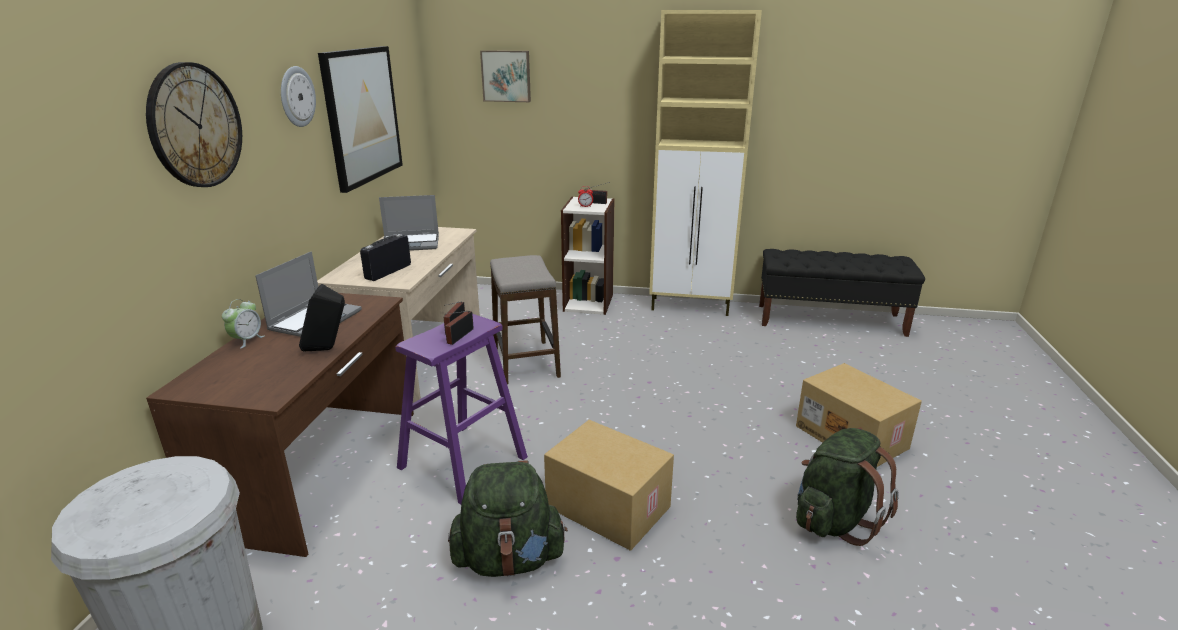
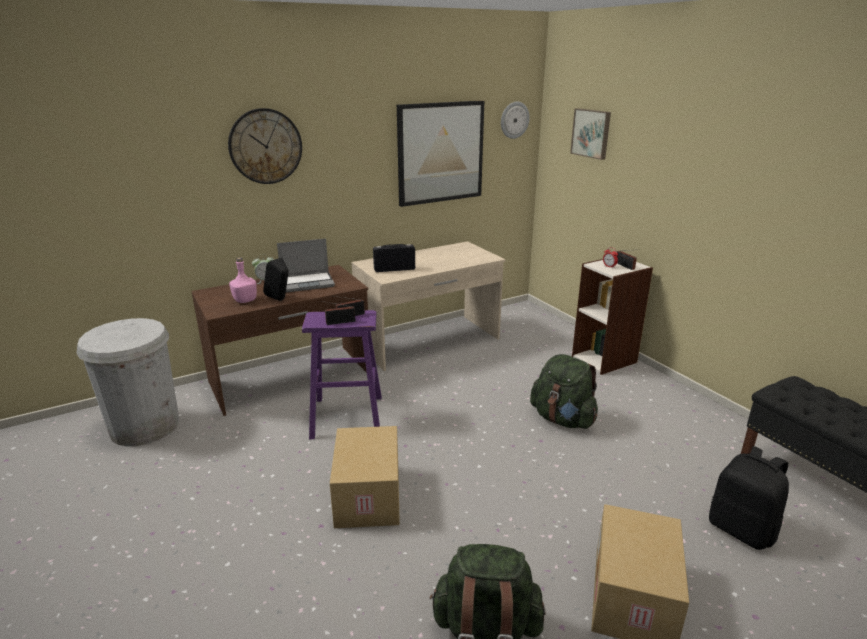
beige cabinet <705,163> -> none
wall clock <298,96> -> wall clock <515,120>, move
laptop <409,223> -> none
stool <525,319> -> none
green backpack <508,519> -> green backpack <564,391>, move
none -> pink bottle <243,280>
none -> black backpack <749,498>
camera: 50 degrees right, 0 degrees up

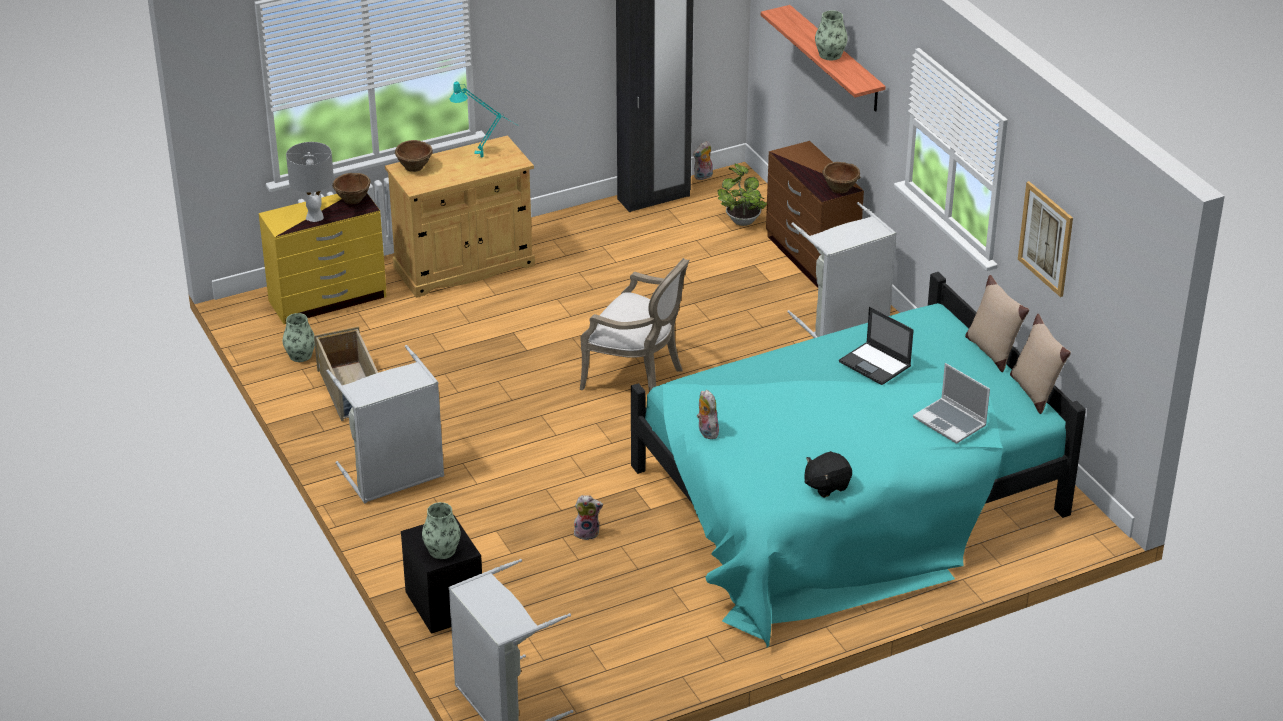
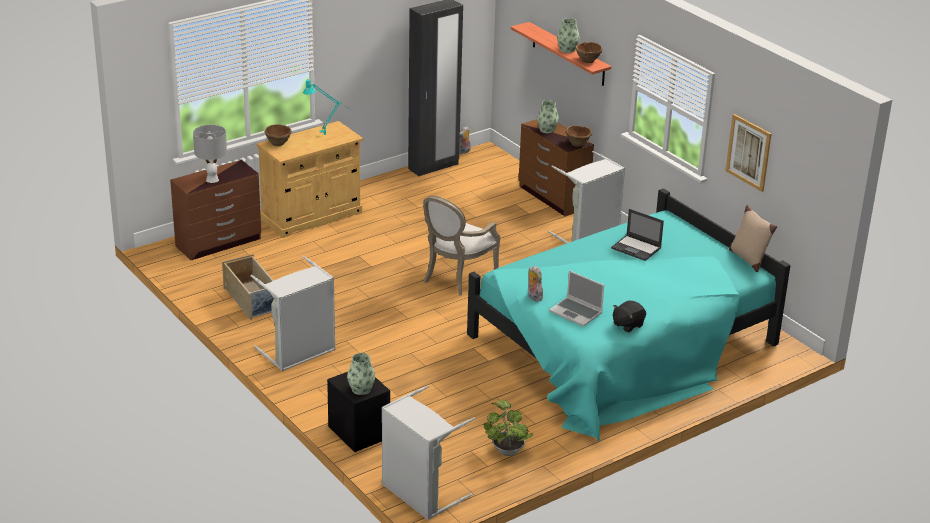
potted plant <742,194> -> potted plant <508,427>, move
brown bowl <351,188> -> brown bowl <589,52>, move
yellow dresser <322,259> -> brown dresser <215,210>
armchair <634,325> -> armchair <461,246>, 105 degrees clockwise
beige pillow <997,323> -> none
vase <298,337> -> vase <548,116>, move
laptop <951,403> -> laptop <576,298>, move
plush toy <588,517> -> none
camera: 10 degrees left, 5 degrees down

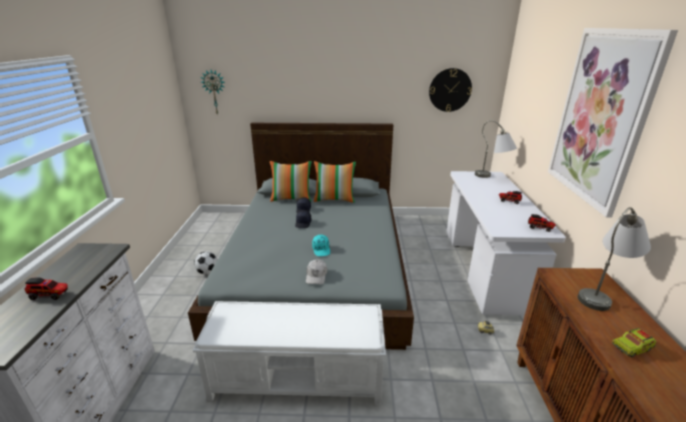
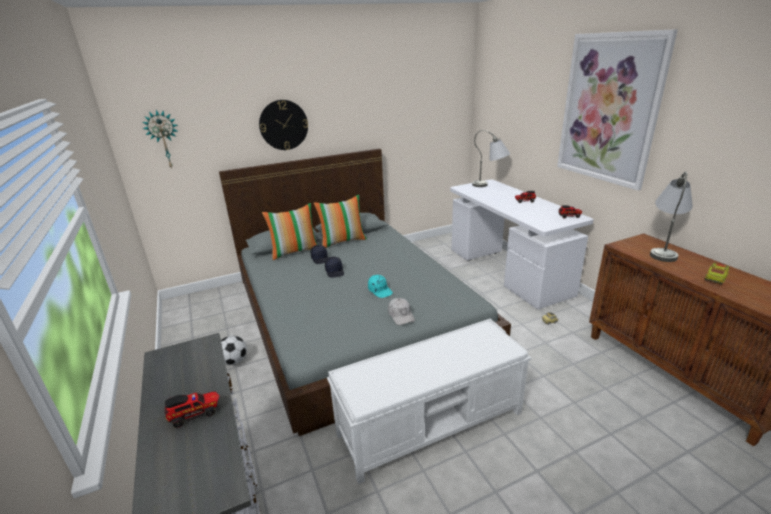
wall clock <450,90> -> wall clock <283,125>, move
camera: 25 degrees left, 0 degrees up

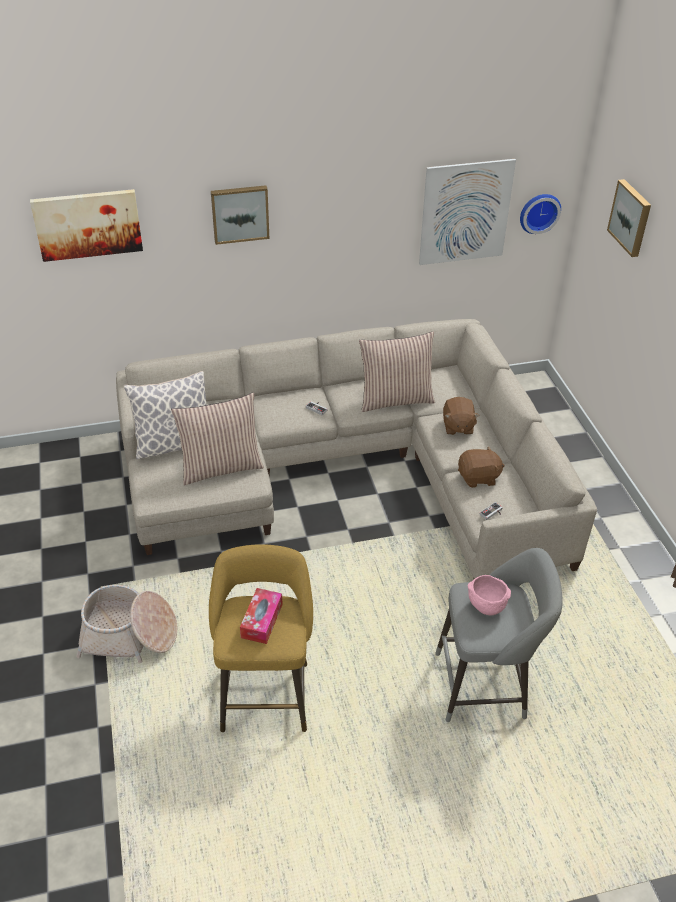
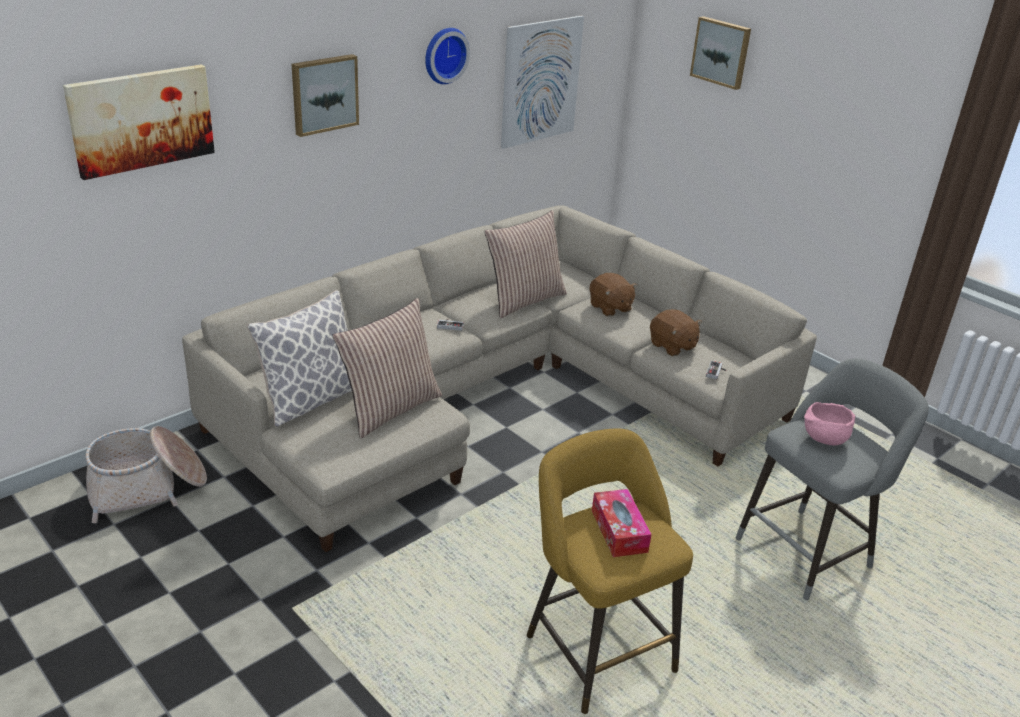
wall clock <540,214> -> wall clock <447,56>, move
brown plush toy <481,467> -> brown plush toy <676,332>, 90 degrees clockwise
basket <126,624> -> basket <146,474>, move
camera: 30 degrees left, 10 degrees down

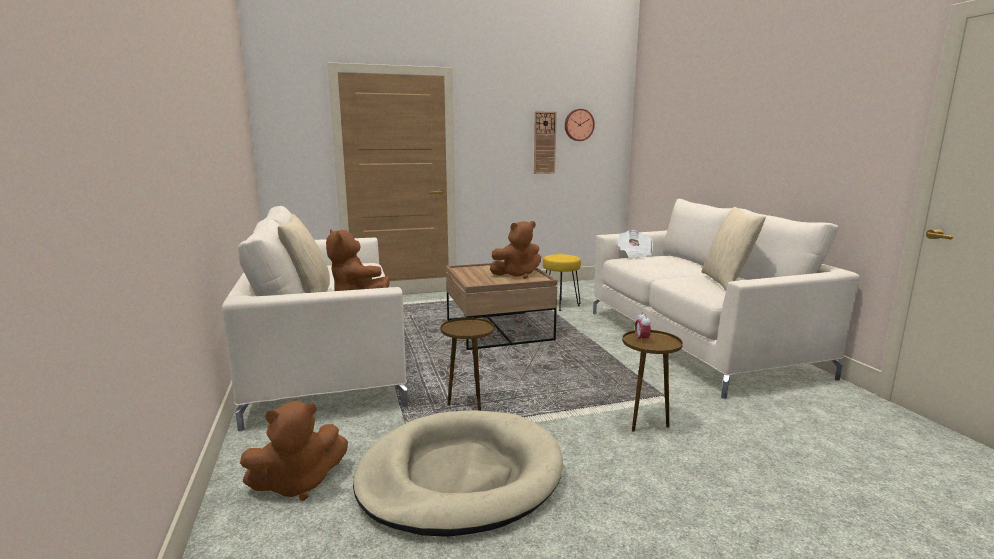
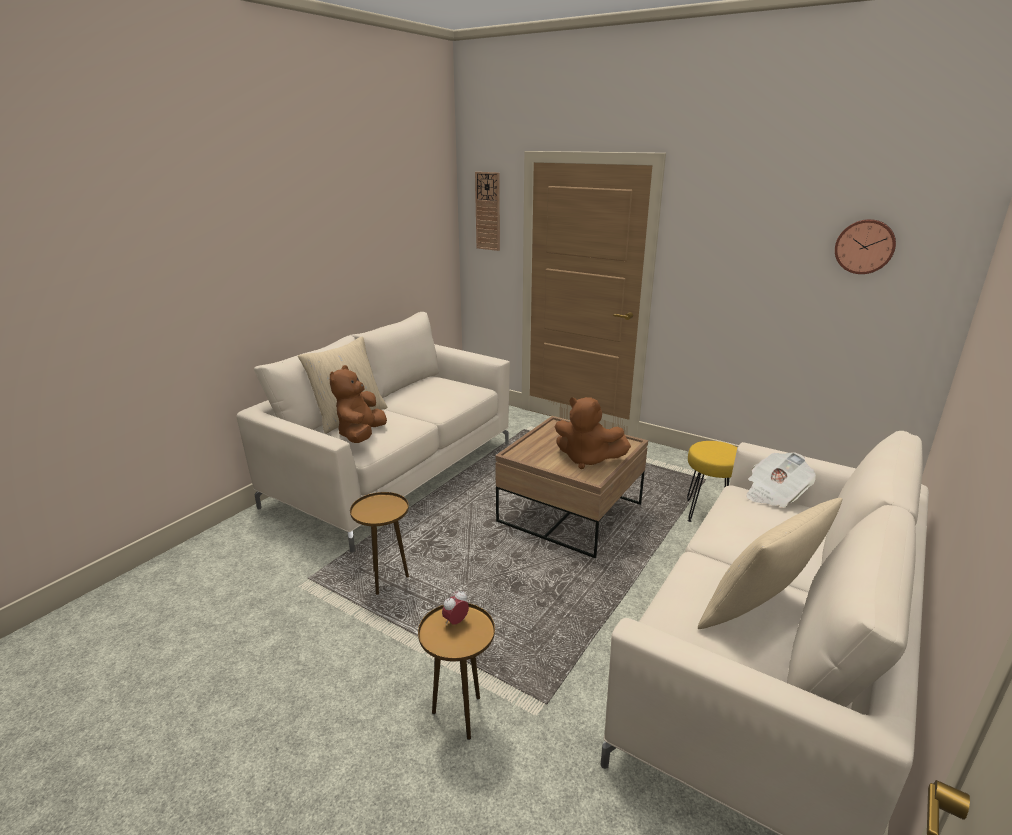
wall clock <545,142> -> wall clock <487,211>, move
brown plush toy <294,451> -> none
beige dog bed <458,473> -> none
camera: 50 degrees right, 10 degrees up

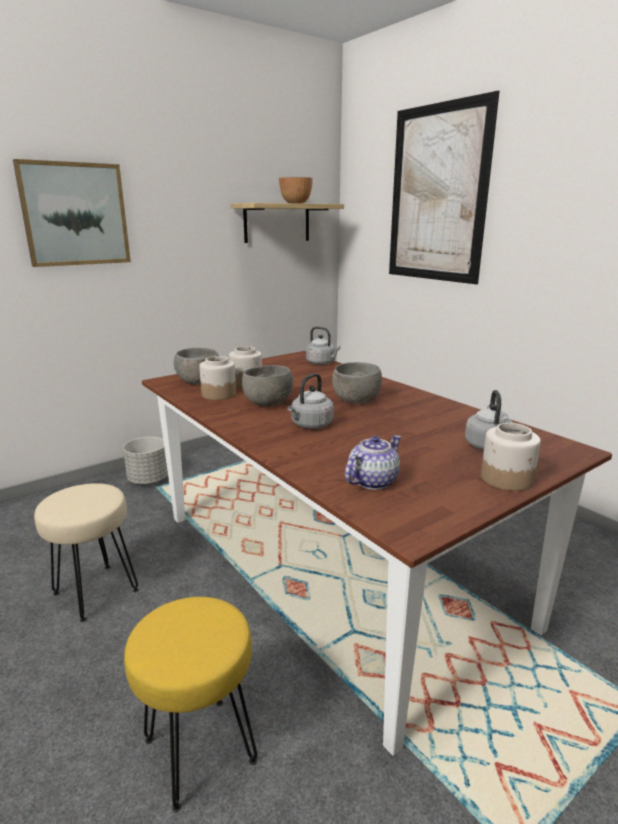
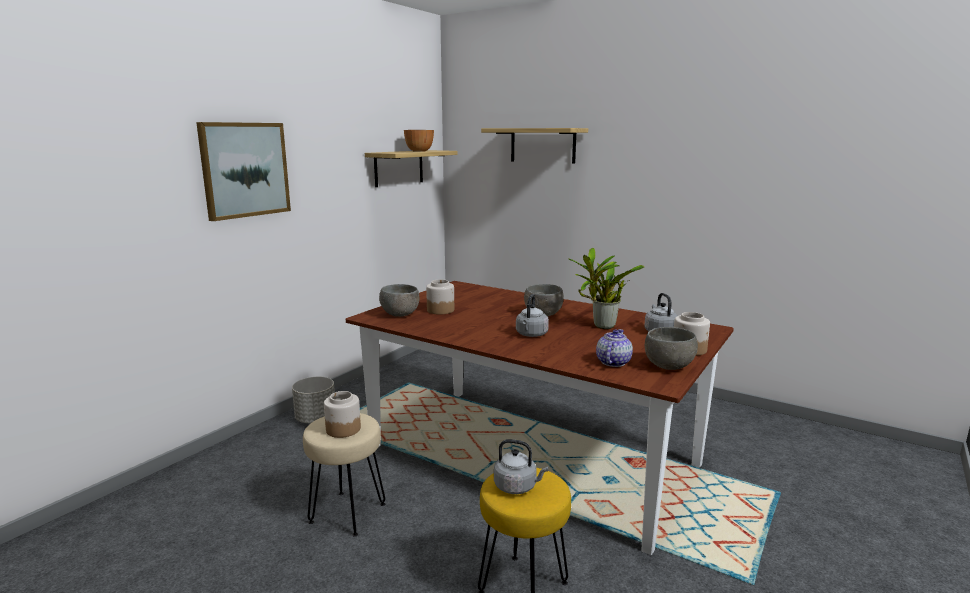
picture <444,187> -> shelf <534,146>
grey kettle <323,345> -> grey kettle <521,466>, move
jar <217,378> -> jar <342,414>, move
grey bowl <267,386> -> grey bowl <671,348>, move
none -> potted plant <606,288>
camera: 20 degrees left, 5 degrees down

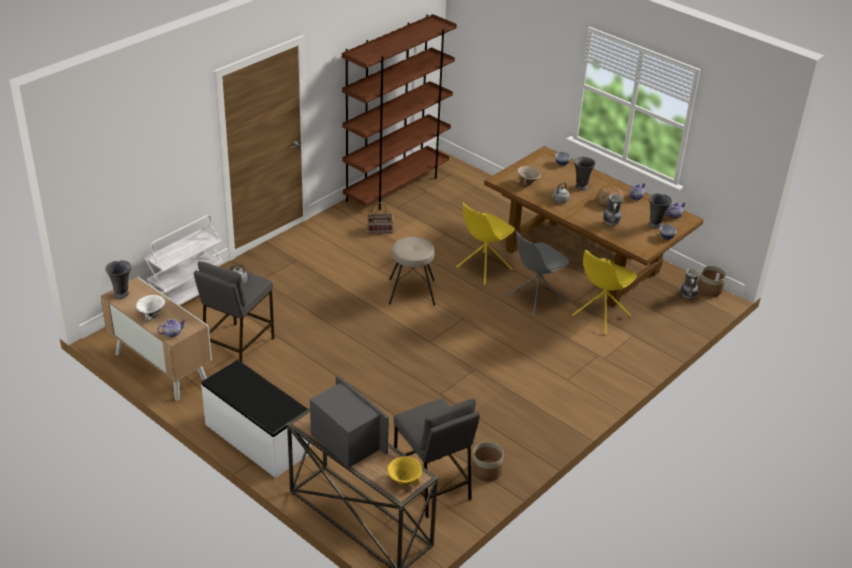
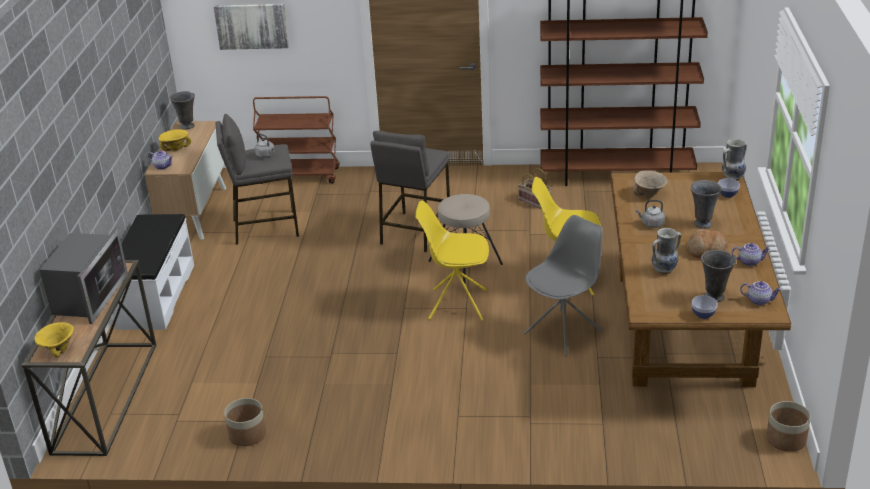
white cart <183,260> -> brown cart <296,140>
grey chair <538,273> -> grey chair <563,286>, 120 degrees clockwise
yellow chair <604,292> -> yellow chair <452,261>, move
vase <690,284> -> vase <734,160>, move
white bowl <150,308> -> yellow bowl <174,140>
grey stool <436,458> -> grey stool <410,191>, move
none -> picture <251,27>
camera: 55 degrees right, 5 degrees down

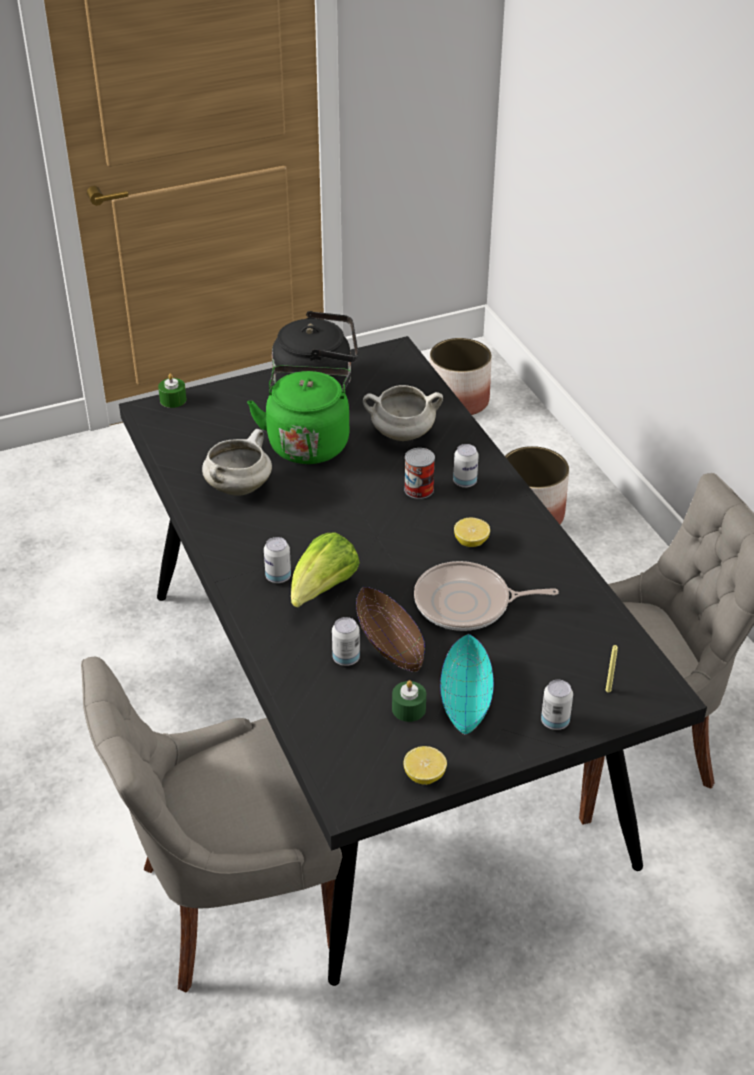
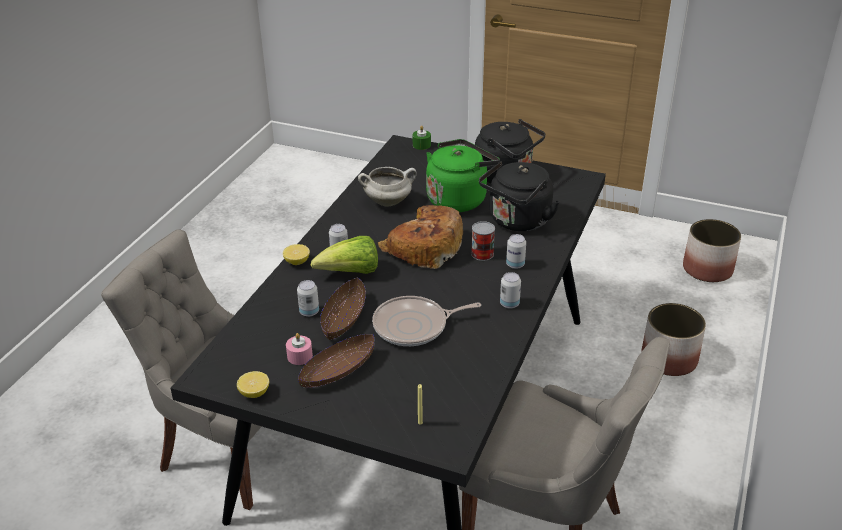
white cooking pot <403,413> -> black kettle <519,196>
lemon <472,532> -> lemon <296,254>, move
frying pan <486,596> -> frying pan <426,321>, 60 degrees counterclockwise
turquoise bowl <467,684> -> brown bowl <336,361>
green candle <409,701> -> pink candle <299,349>
can <557,705> -> can <510,290>, move
none -> bread <420,237>
camera: 45 degrees right, 5 degrees down

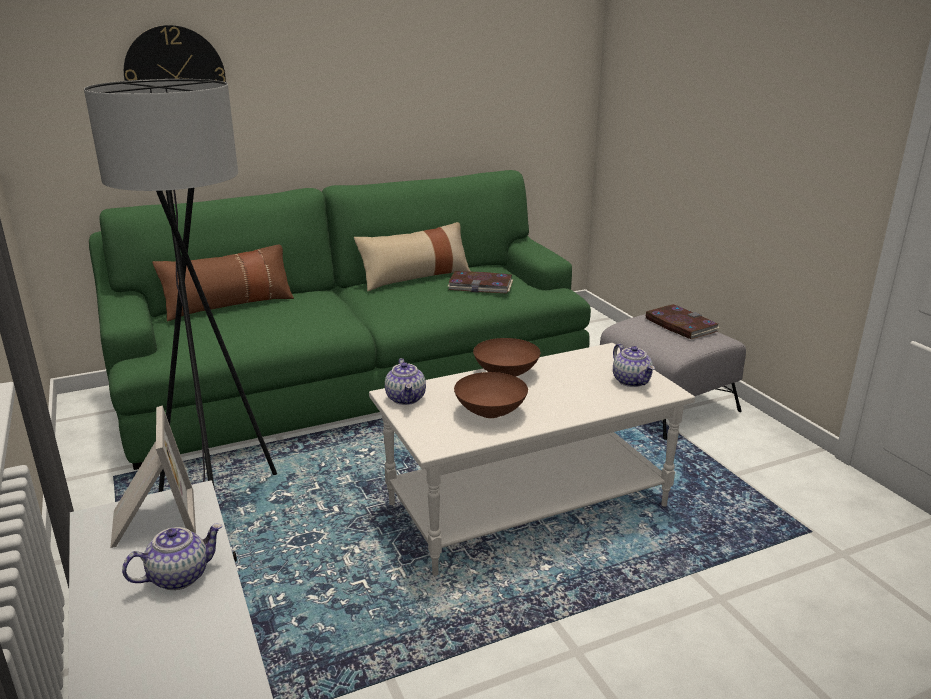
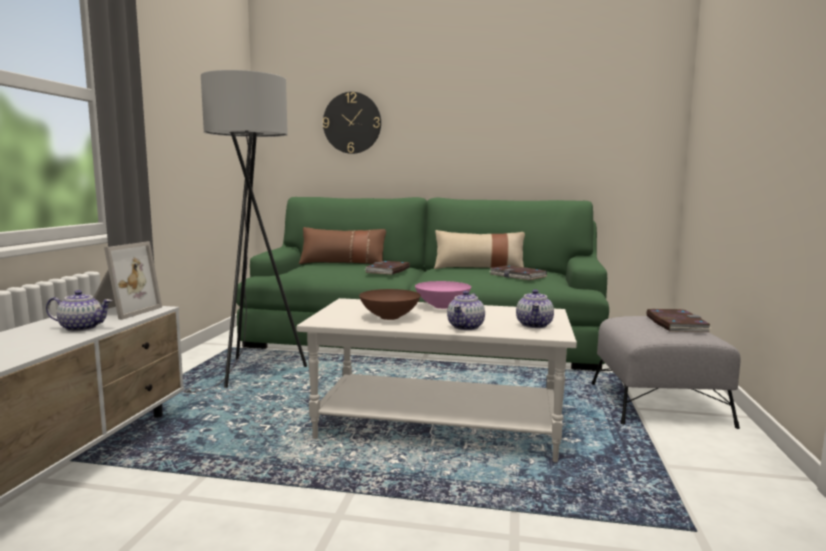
brown bowl <506,357> -> pink bowl <443,295>
teapot <405,381> -> teapot <466,310>, move
none -> book <387,268>
camera: 35 degrees right, 15 degrees down

